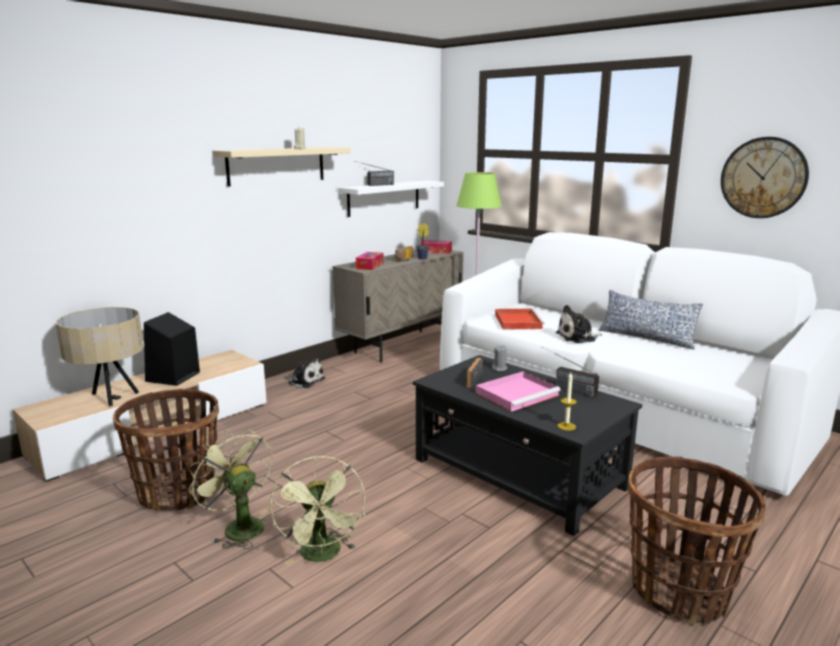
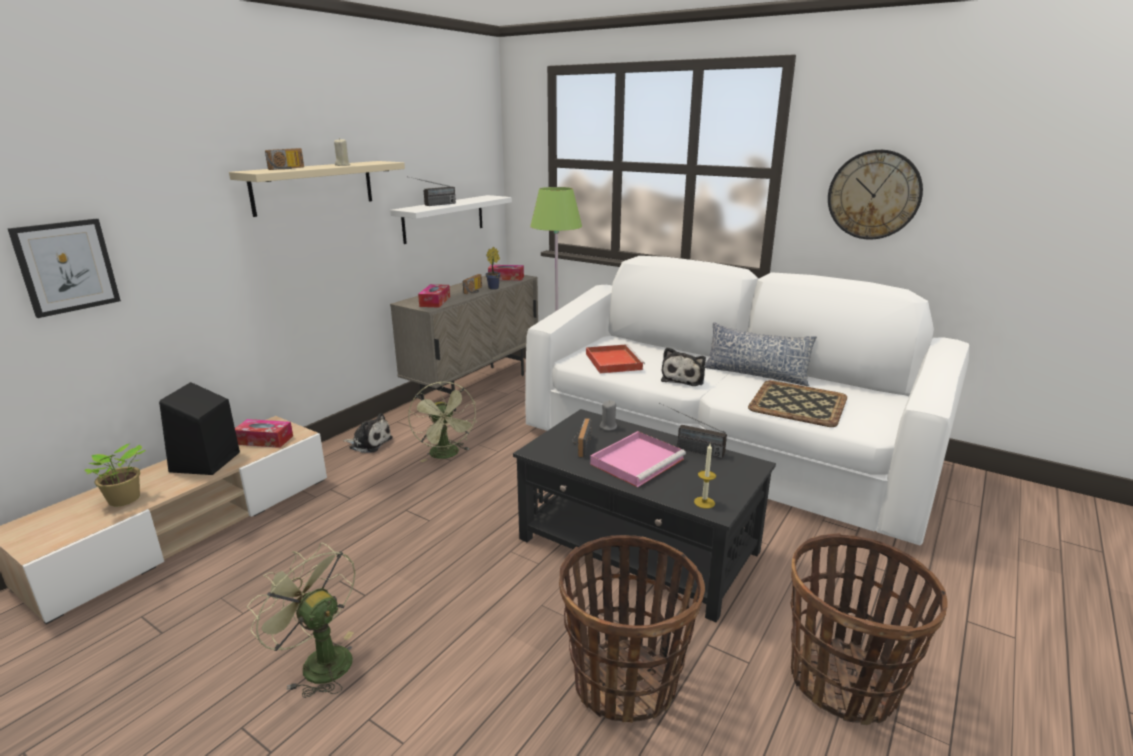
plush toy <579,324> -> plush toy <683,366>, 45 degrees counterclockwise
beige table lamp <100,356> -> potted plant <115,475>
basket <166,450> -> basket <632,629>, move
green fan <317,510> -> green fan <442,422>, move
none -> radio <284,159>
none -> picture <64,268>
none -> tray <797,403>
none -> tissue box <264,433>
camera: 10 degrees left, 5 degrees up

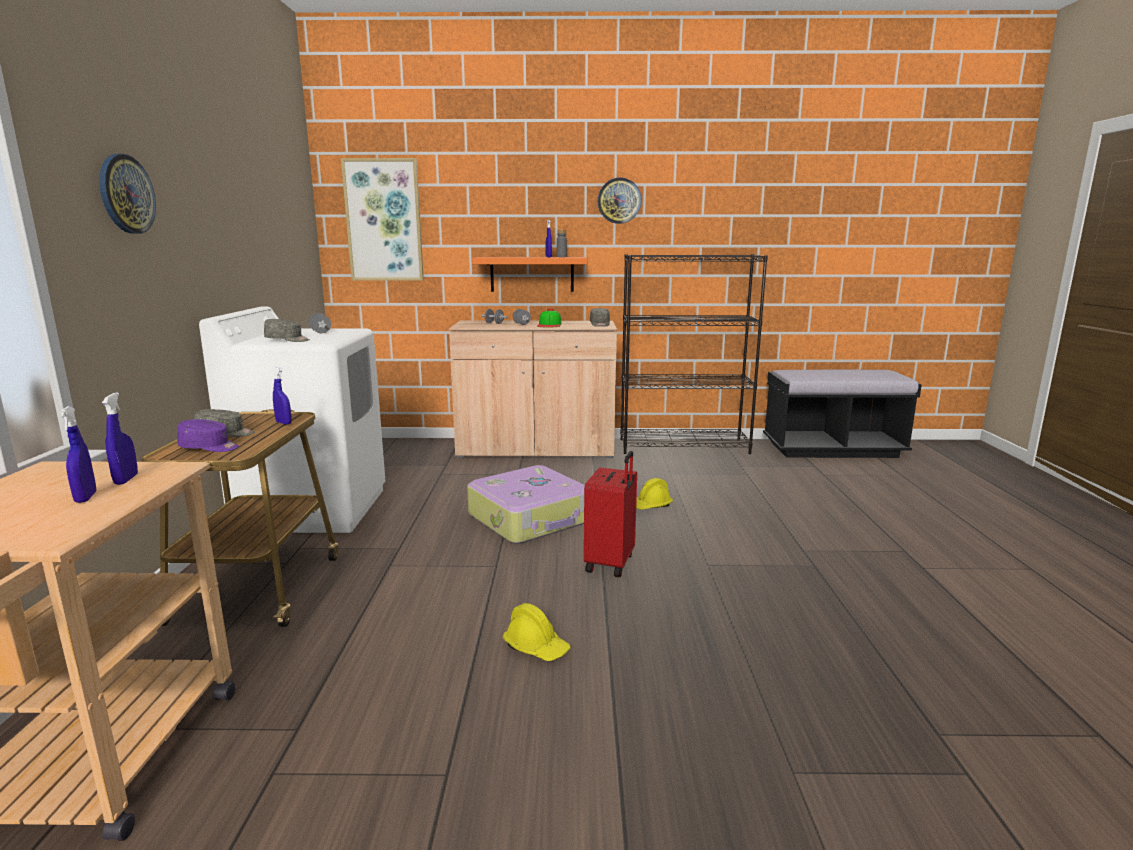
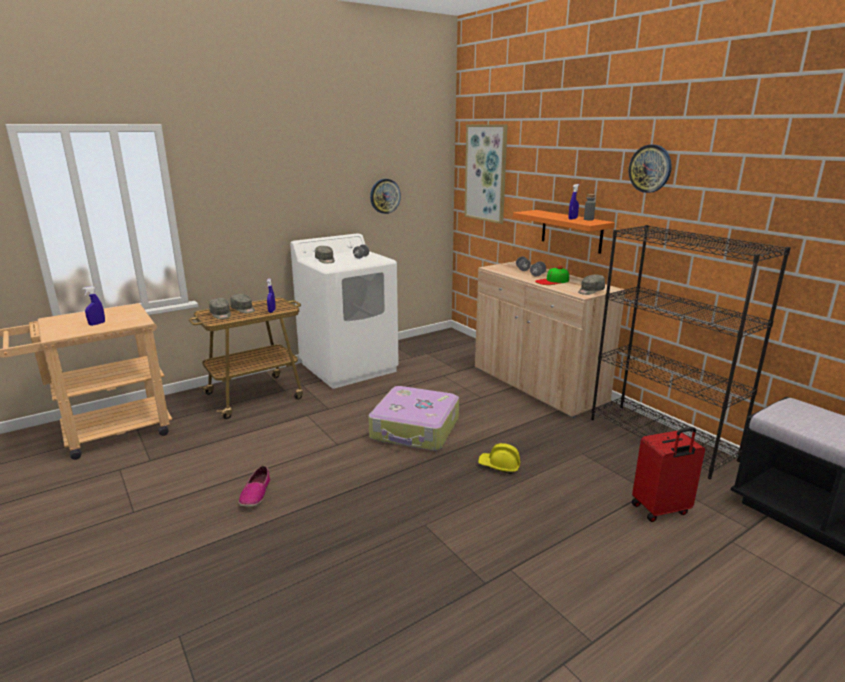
wall clock <127,194> -> wall clock <385,196>, move
blue spray bottle <120,438> -> none
purple cap <208,435> -> grey cap <220,308>
red suitcase <610,514> -> red suitcase <668,474>, move
yellow hard hat <537,632> -> shoe <254,486>
camera: 55 degrees right, 5 degrees up

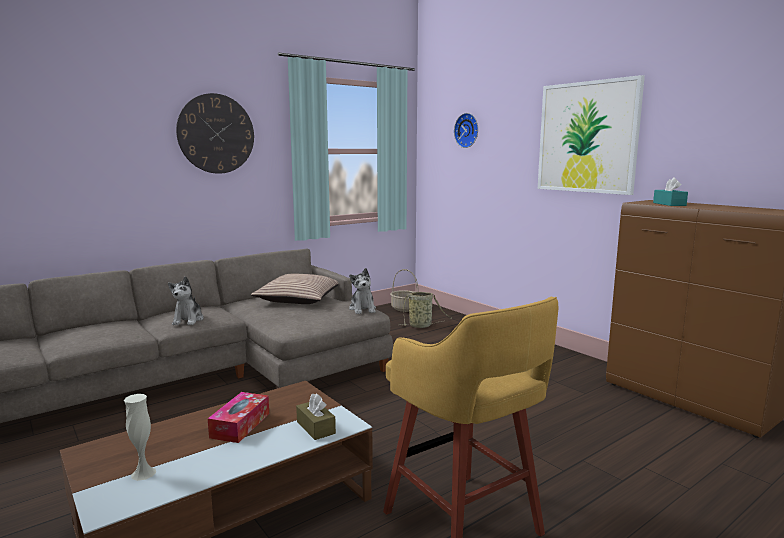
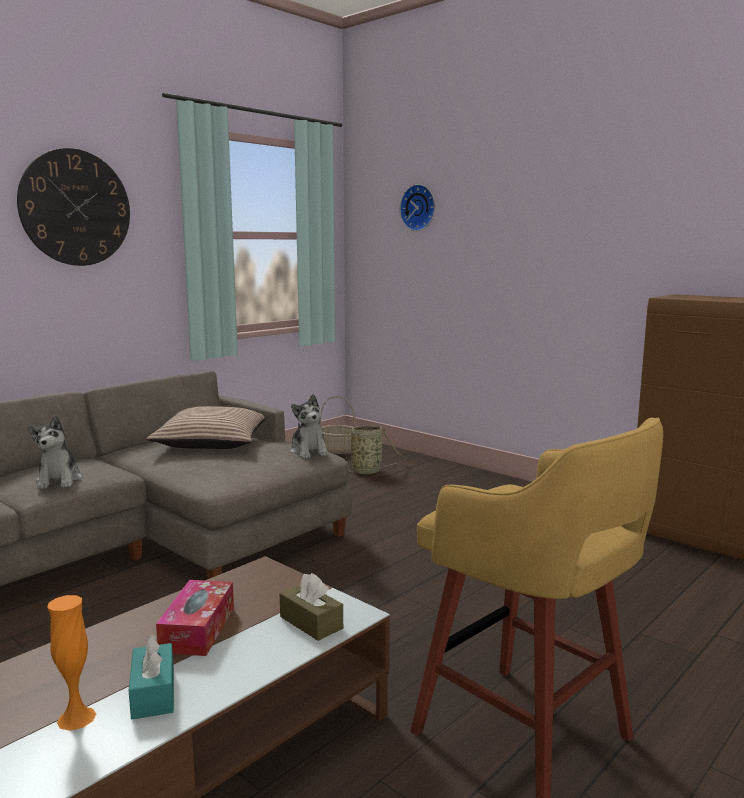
picture <591,135> -> none
turquoise tissue box <670,191> -> turquoise tissue box <151,676>, move
white vase <140,437> -> orange vase <71,663>
camera: 10 degrees left, 0 degrees up

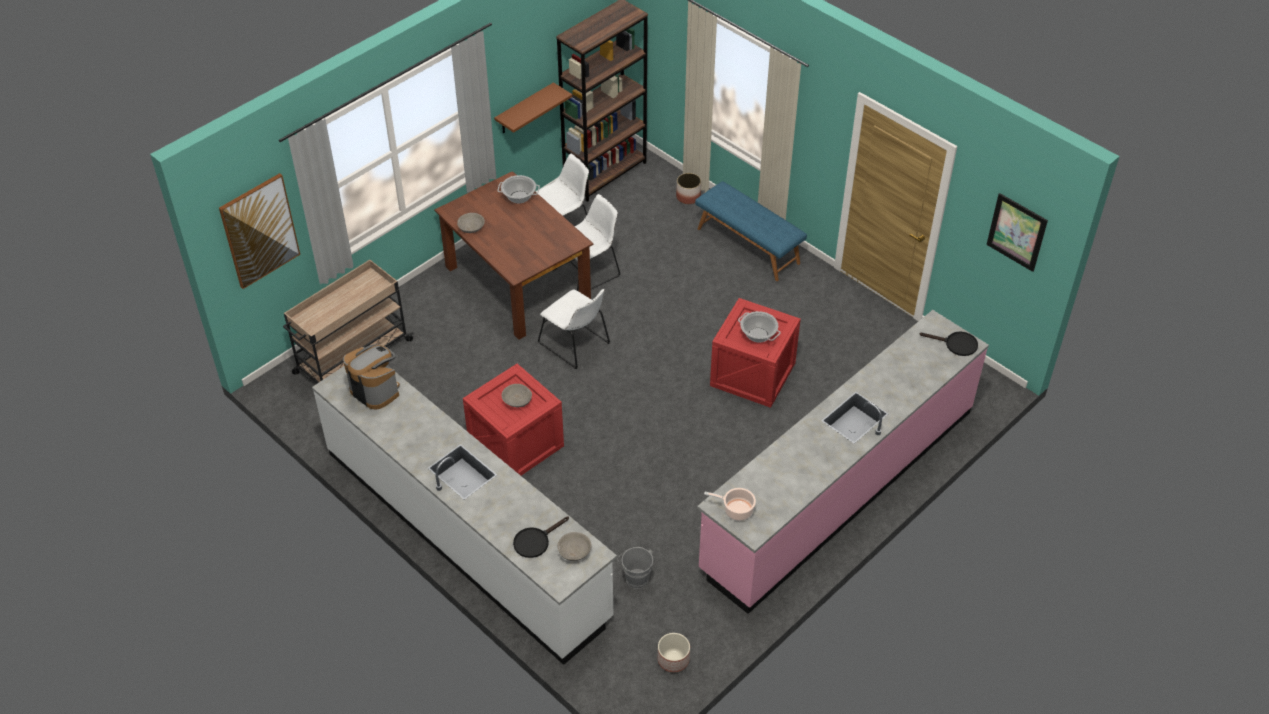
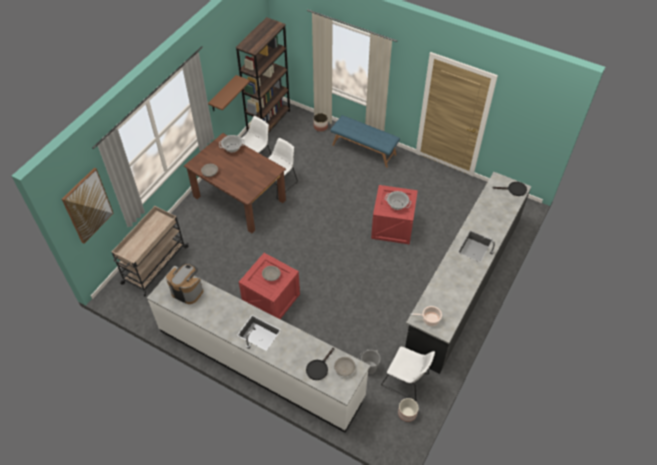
picture <1017,232> -> none
white chair <574,329> -> white chair <408,374>, move
pink counter <843,462> -> black counter <468,273>
camera: 15 degrees left, 5 degrees up

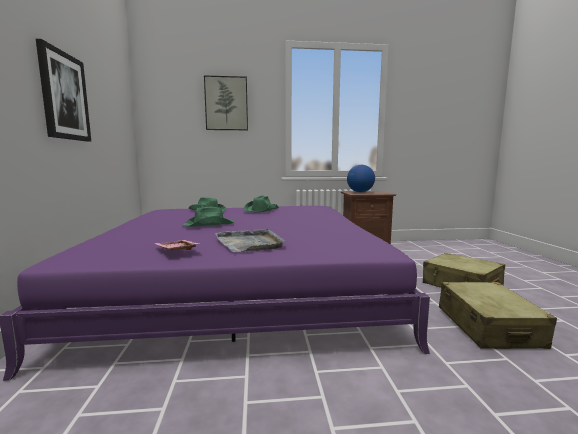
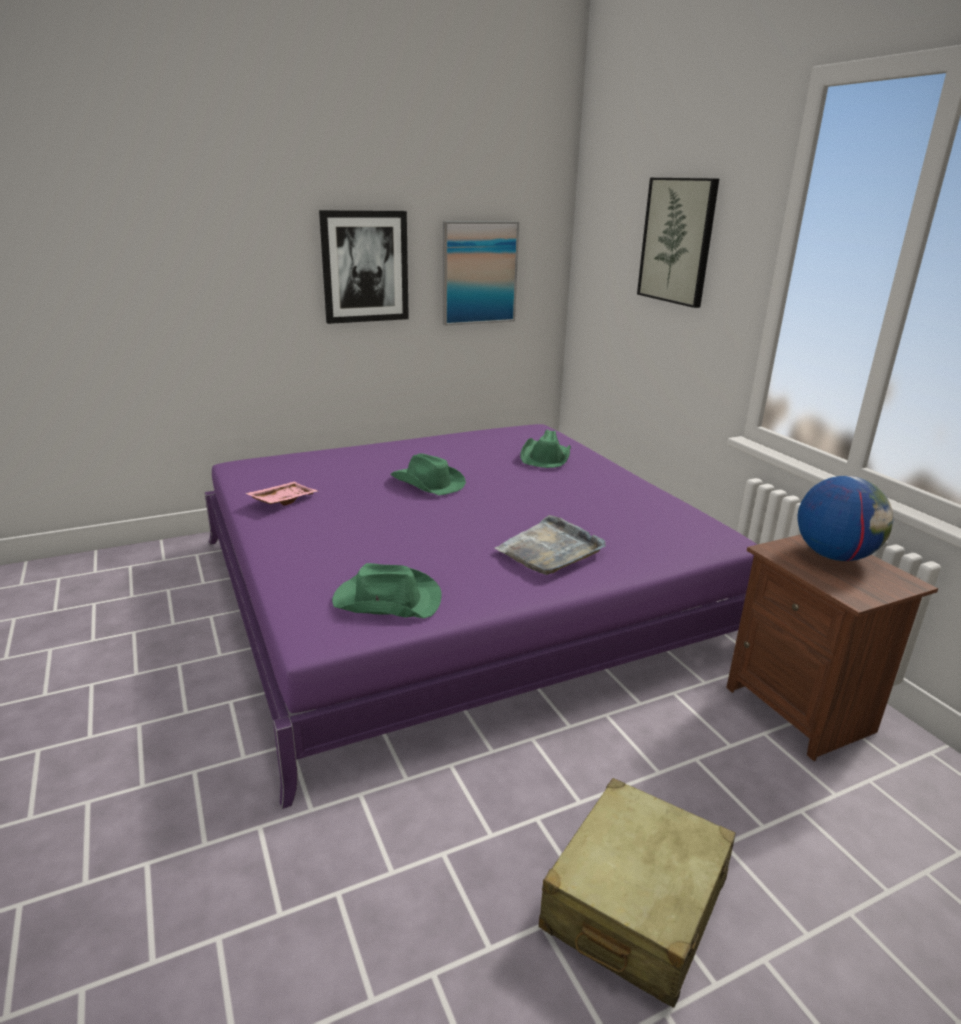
green hat <261,204> -> green hat <387,590>, move
grey tray <250,240> -> grey tray <550,545>, move
beige suitcase <498,315> -> none
none -> picture <481,273>
camera: 70 degrees right, 15 degrees up

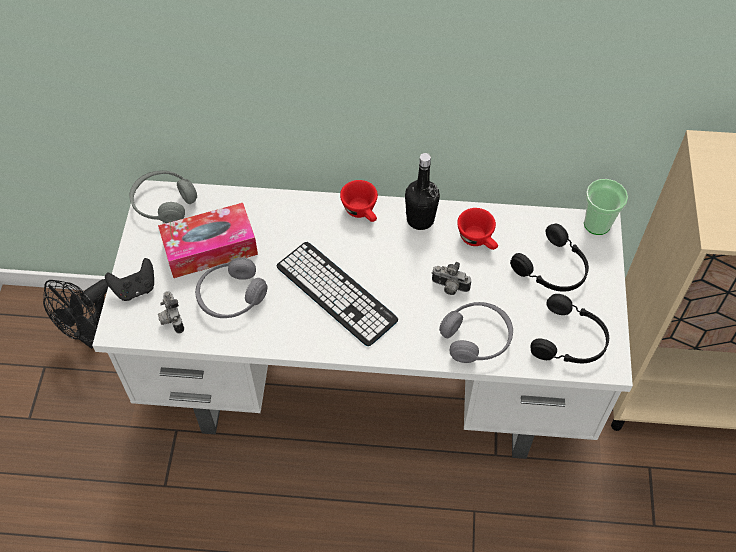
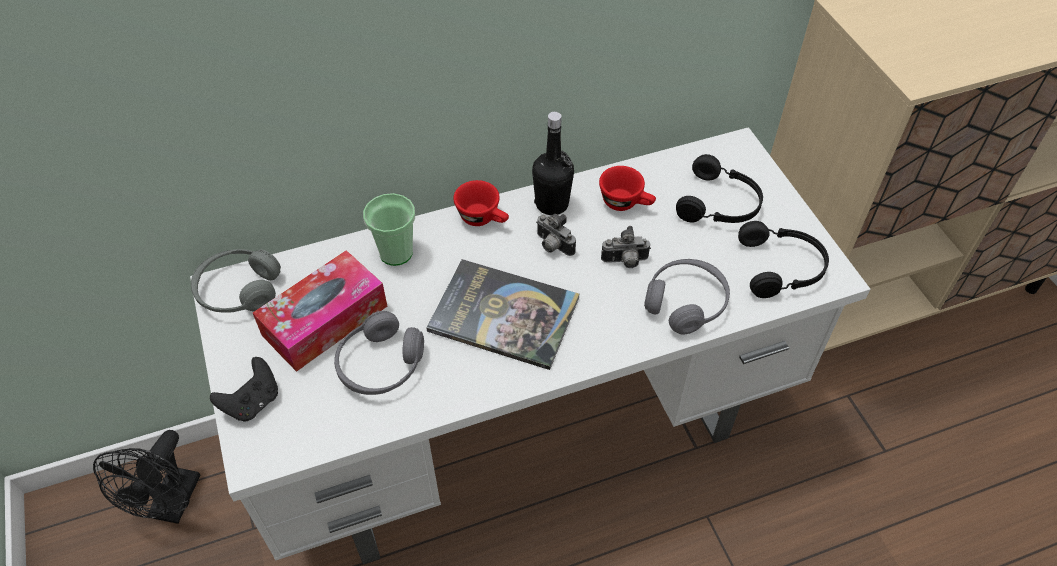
cup <606,207> -> cup <389,229>, move
keyboard <337,294> -> book <503,314>
photo camera <171,312> -> photo camera <556,235>, move
camera: 25 degrees left, 5 degrees down

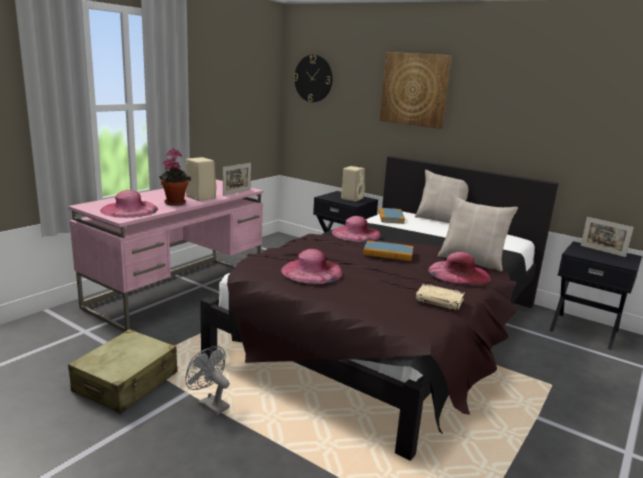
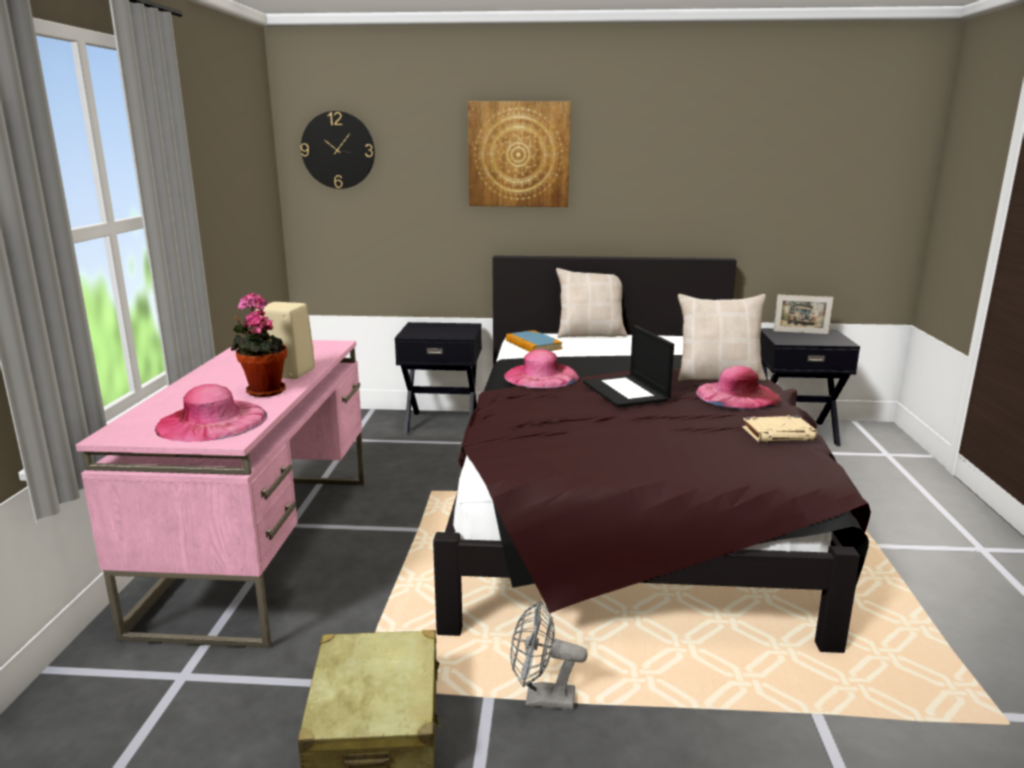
picture frame <237,179> -> none
beige speaker <353,184> -> none
book <388,250> -> laptop <628,366>
pink hat <312,266> -> none
camera: 30 degrees left, 0 degrees up

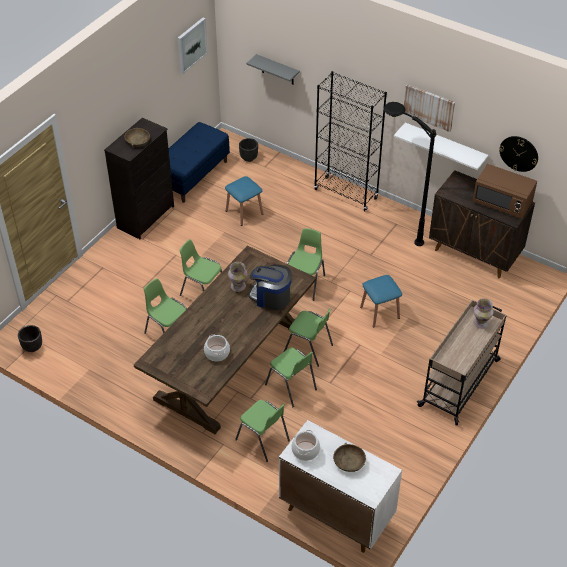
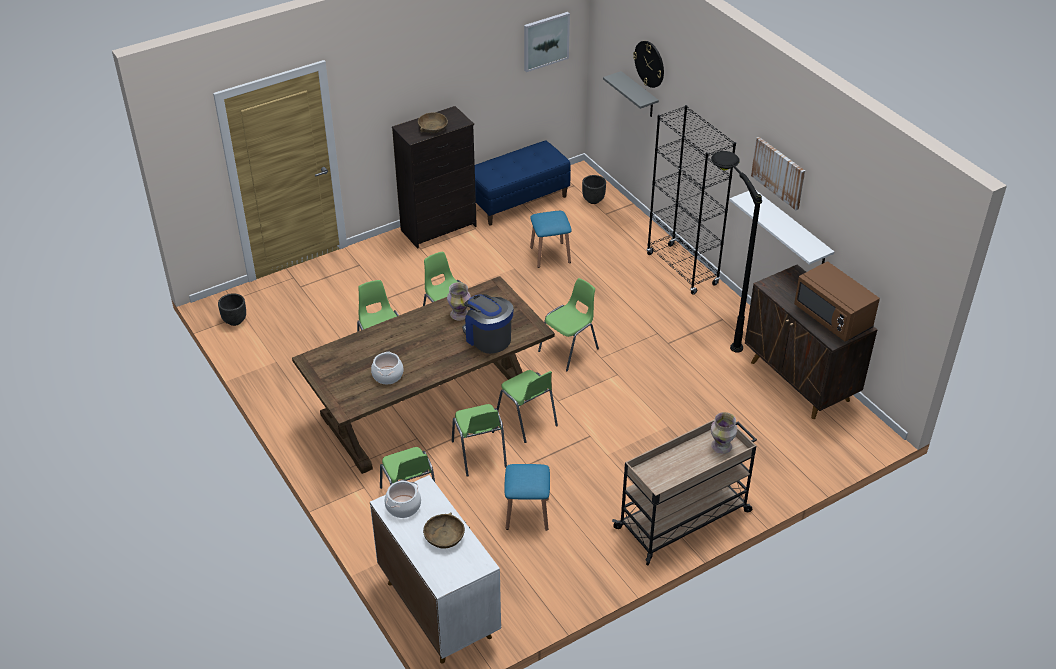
wall clock <518,154> -> wall clock <648,64>, move
blue stool <381,301> -> blue stool <527,497>, move
camera: 25 degrees right, 5 degrees down

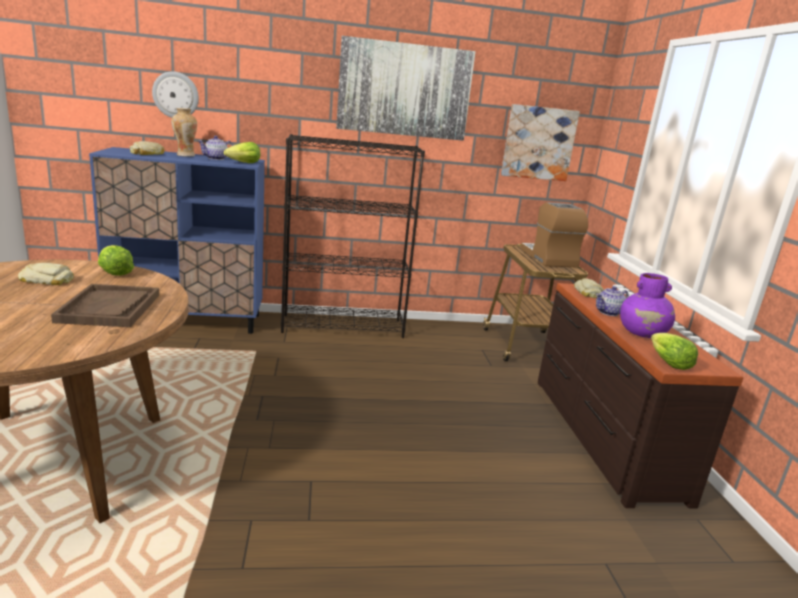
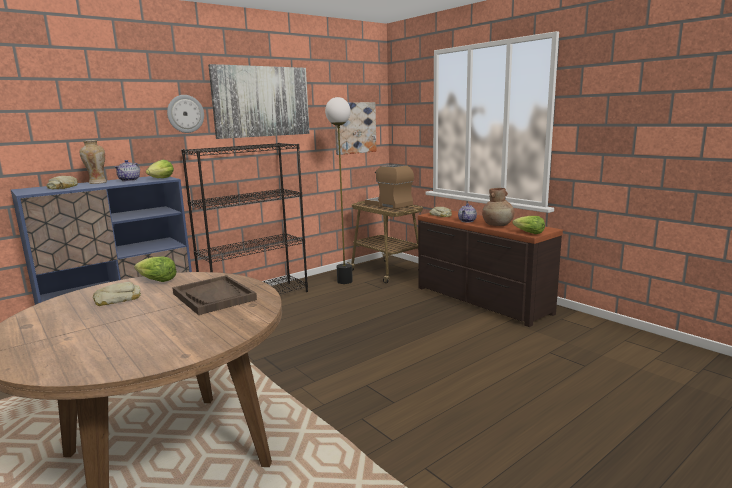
wall clock <175,94> -> wall clock <185,114>, move
purple vase <647,305> -> brown vase <498,207>
none -> floor lamp <339,190>
camera: 30 degrees left, 5 degrees down

